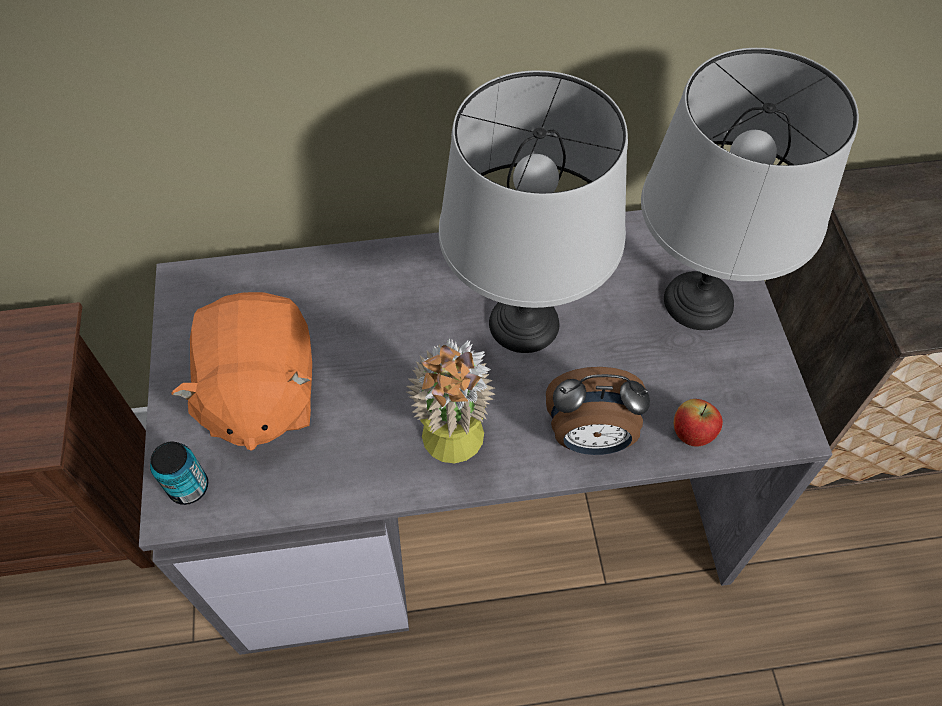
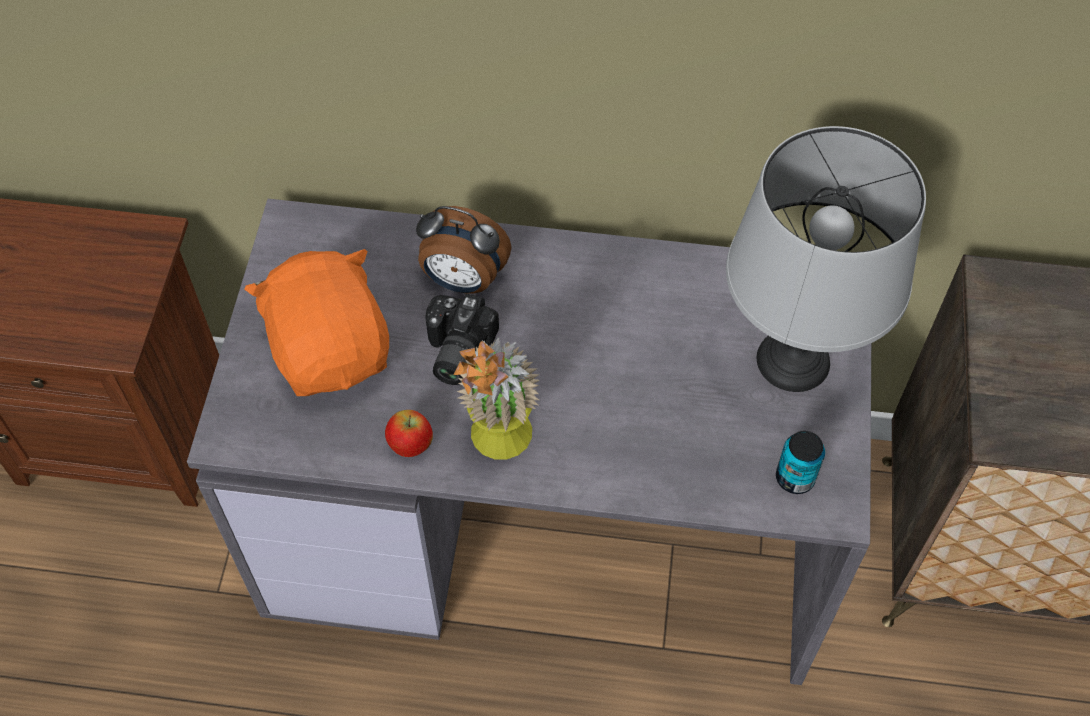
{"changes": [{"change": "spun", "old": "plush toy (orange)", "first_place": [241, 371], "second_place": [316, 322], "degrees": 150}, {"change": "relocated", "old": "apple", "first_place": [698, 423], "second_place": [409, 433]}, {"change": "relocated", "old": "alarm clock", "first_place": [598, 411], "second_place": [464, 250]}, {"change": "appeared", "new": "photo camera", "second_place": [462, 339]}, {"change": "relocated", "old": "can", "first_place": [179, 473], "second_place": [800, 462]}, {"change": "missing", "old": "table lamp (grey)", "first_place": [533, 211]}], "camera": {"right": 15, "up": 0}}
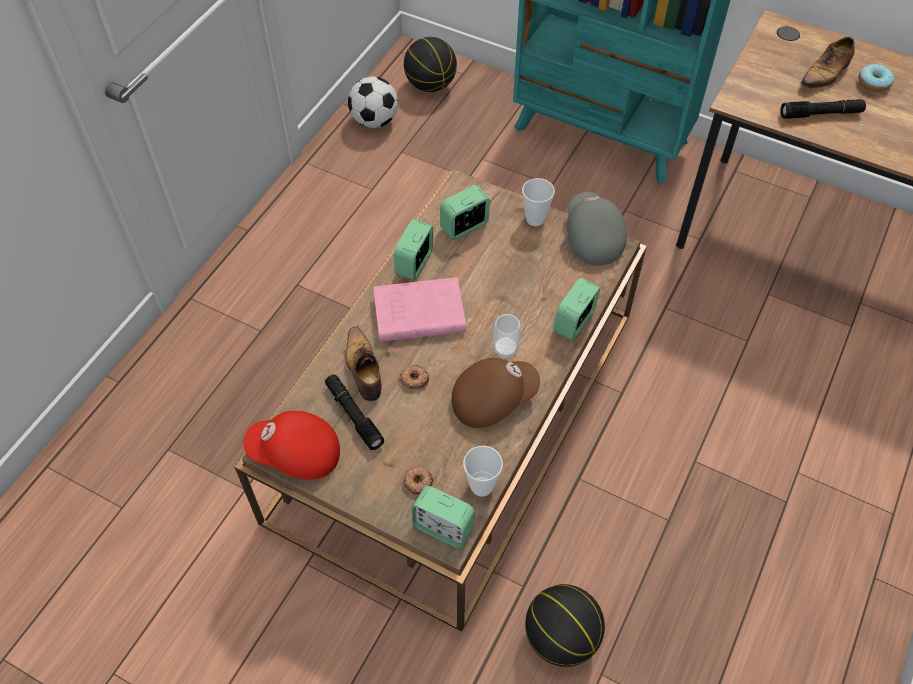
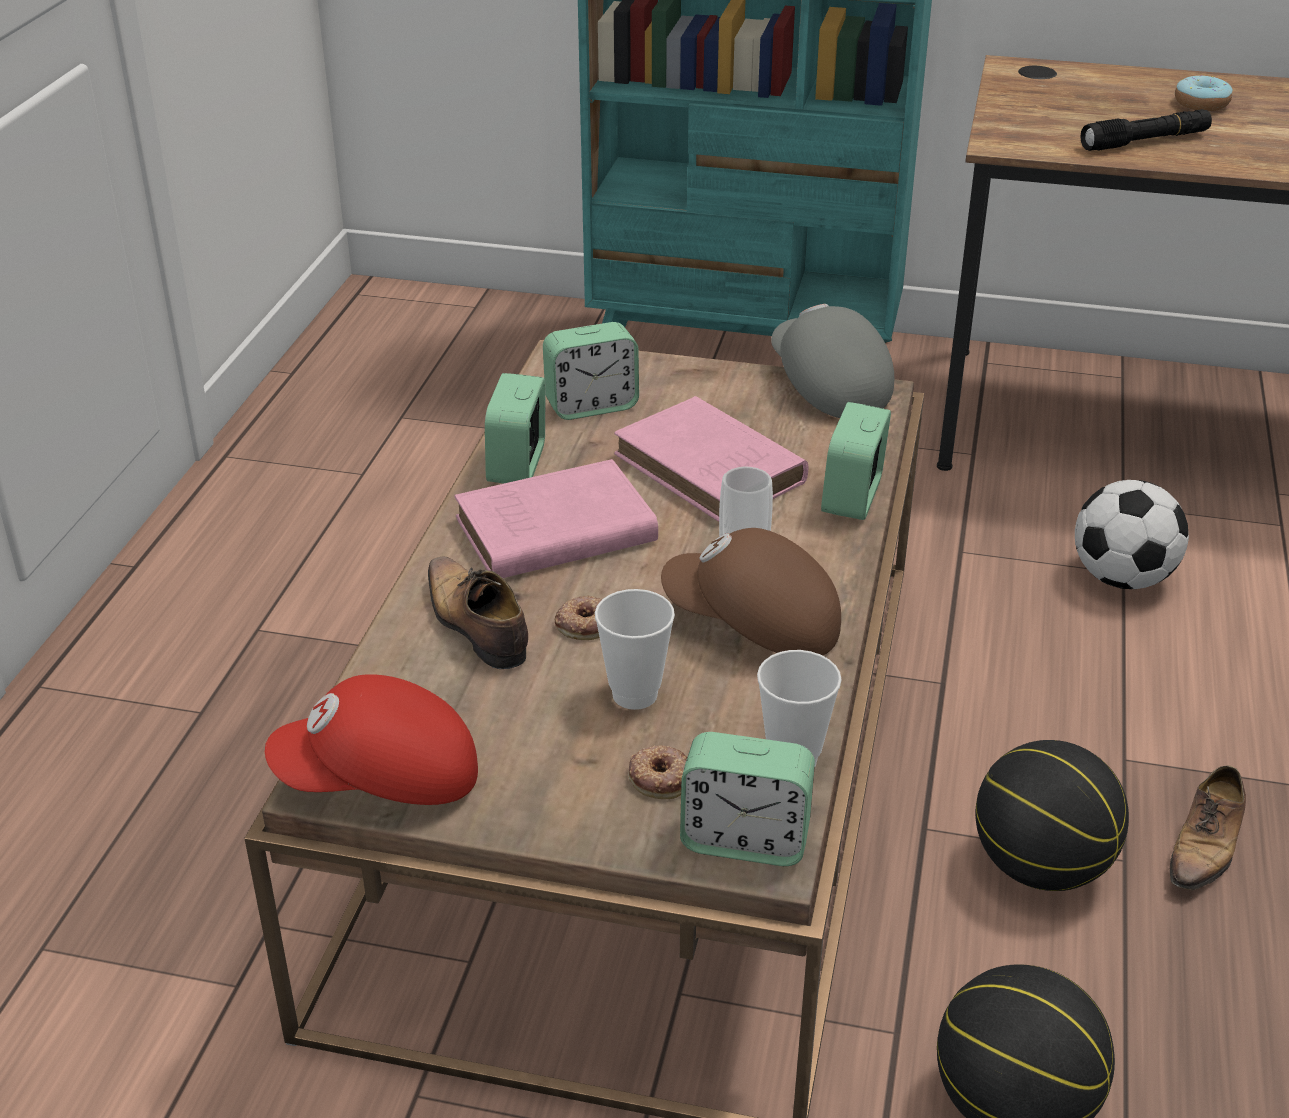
{"changes": [{"change": "spun", "old": "alarm clock", "first_place": [465, 212], "second_place": [591, 371], "degrees": -150}, {"change": "relocated", "old": "cup", "first_place": [538, 202], "second_place": [635, 649]}, {"change": "appeared", "new": "book (pink)", "second_place": [711, 459]}, {"change": "spun", "old": "cap (brown)", "first_place": [496, 393], "second_place": [751, 592], "degrees": -120}, {"change": "relocated", "old": "basketball", "first_place": [430, 64], "second_place": [1052, 815]}, {"change": "relocated", "old": "football", "first_place": [373, 102], "second_place": [1132, 534]}, {"change": "relocated", "old": "shoe", "first_place": [828, 62], "second_place": [1208, 831]}, {"change": "missing", "old": "flashlight (black)", "first_place": [354, 412]}], "camera": {"right": -15, "up": -20}}
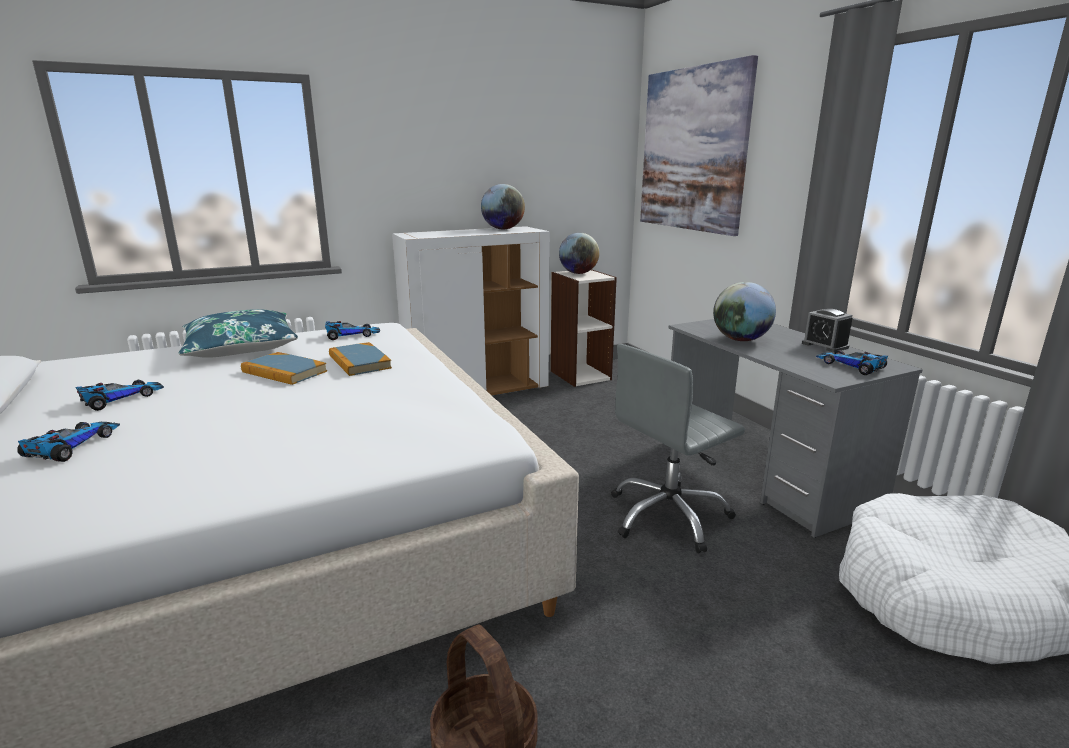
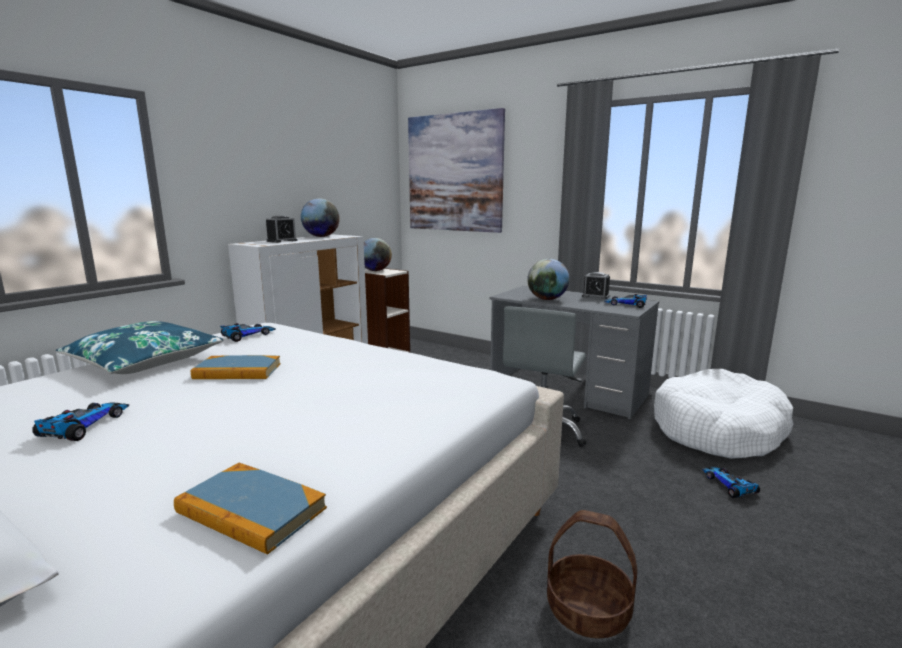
{"changes": [{"change": "relocated", "old": "book", "first_place": [360, 359], "second_place": [250, 509]}, {"change": "appeared", "new": "alarm clock", "second_place": [281, 229]}, {"change": "relocated", "old": "toy car", "first_place": [68, 442], "second_place": [731, 482]}], "camera": {"right": -30, "up": -5}}
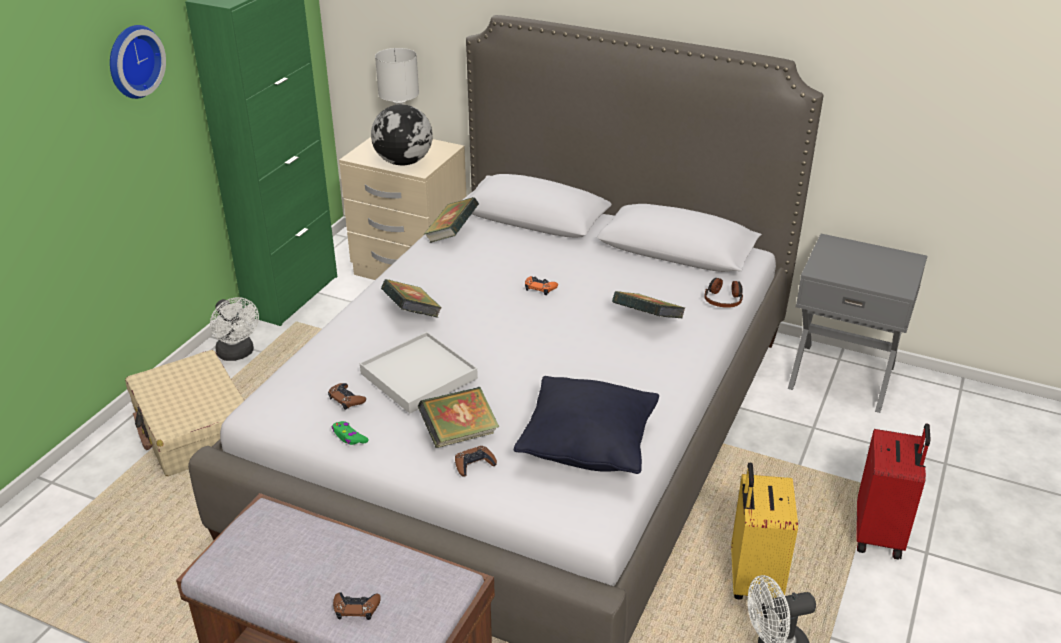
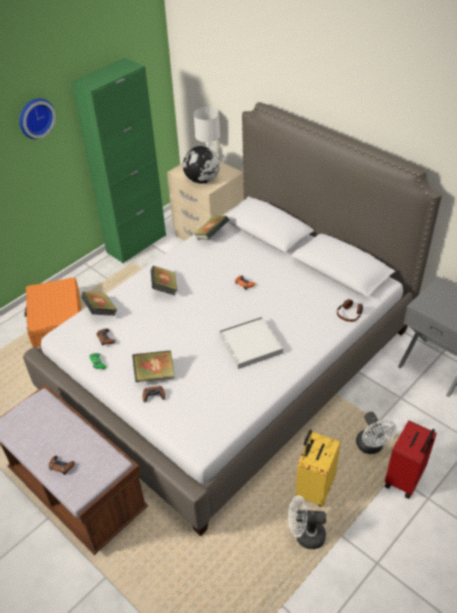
{"changes": [{"change": "colour", "old": "suitcase (beige)", "new": "suitcase (orange)", "first_place": [185, 413], "second_place": [52, 312]}, {"change": "relocated", "old": "book", "first_place": [648, 304], "second_place": [99, 304]}, {"change": "relocated", "old": "tray (white)", "first_place": [419, 373], "second_place": [251, 343]}, {"change": "relocated", "old": "fan (white)", "first_place": [234, 329], "second_place": [376, 433]}, {"change": "missing", "old": "pillow (black)", "first_place": [586, 425]}], "camera": {"right": 20, "up": 10}}
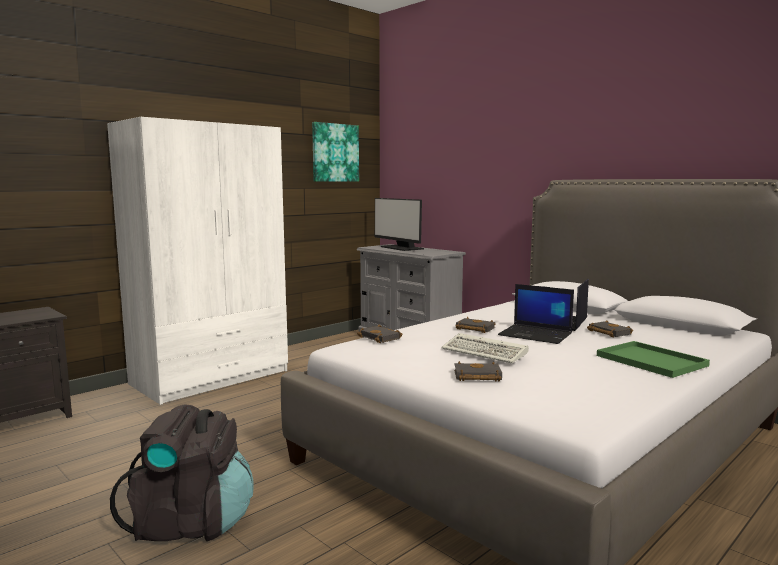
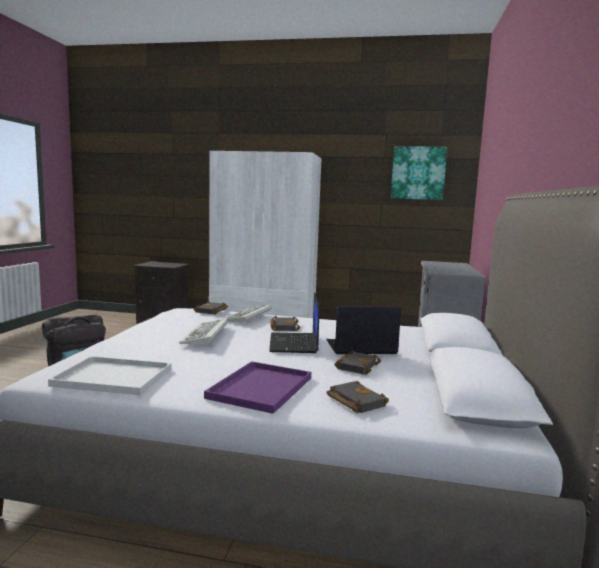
{"changes": [{"change": "appeared", "new": "tray (white)", "second_place": [110, 375]}, {"change": "colour", "old": "tray (green)", "new": "tray (purple)", "first_place": [653, 359], "second_place": [257, 387]}, {"change": "appeared", "new": "keyboard", "second_place": [247, 314]}, {"change": "relocated", "old": "book (black)", "first_place": [478, 371], "second_place": [357, 397]}, {"change": "missing", "old": "monitor", "first_place": [399, 224]}], "camera": {"right": 55, "up": 0}}
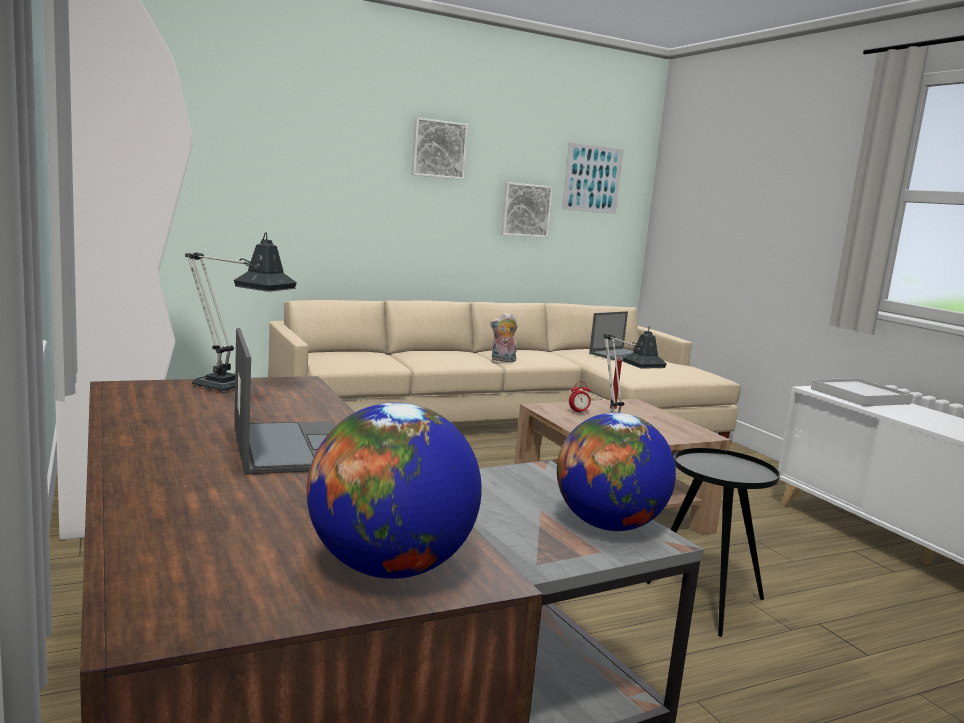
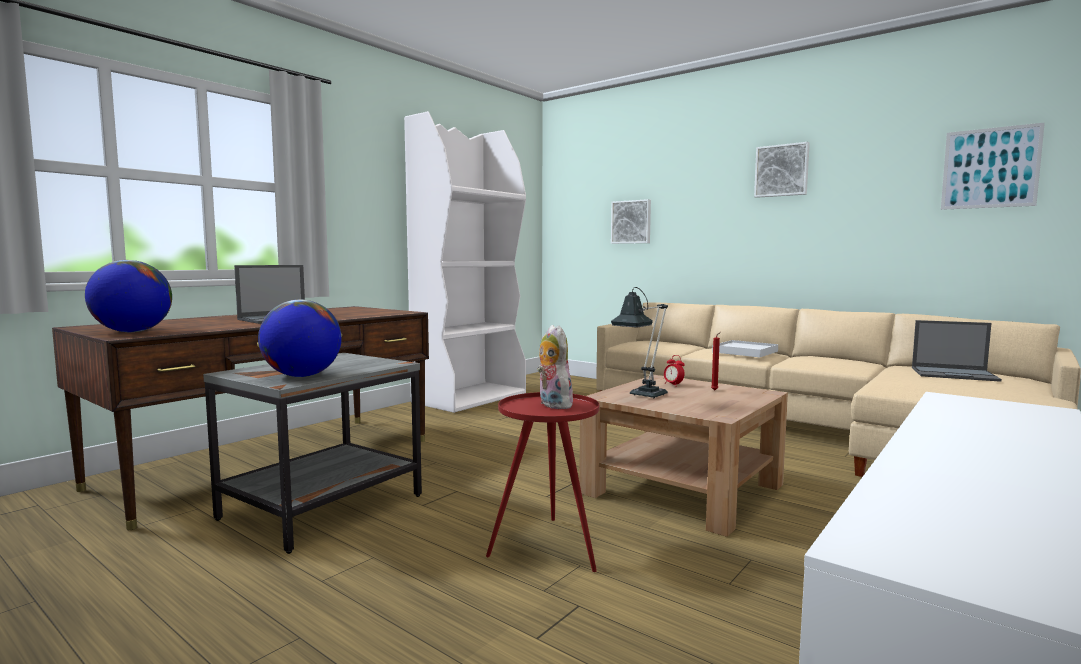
{"changes": [{"change": "colour", "old": "side table (black)", "new": "side table (red)", "first_place": [713, 542], "second_place": [542, 482]}, {"change": "relocated", "old": "plush toy", "first_place": [504, 337], "second_place": [555, 367]}, {"change": "relocated", "old": "picture", "first_place": [527, 210], "second_place": [631, 221]}, {"change": "relocated", "old": "tray (white)", "first_place": [862, 392], "second_place": [745, 348]}, {"change": "missing", "old": "table lamp", "first_place": [241, 312]}], "camera": {"right": 65, "up": -5}}
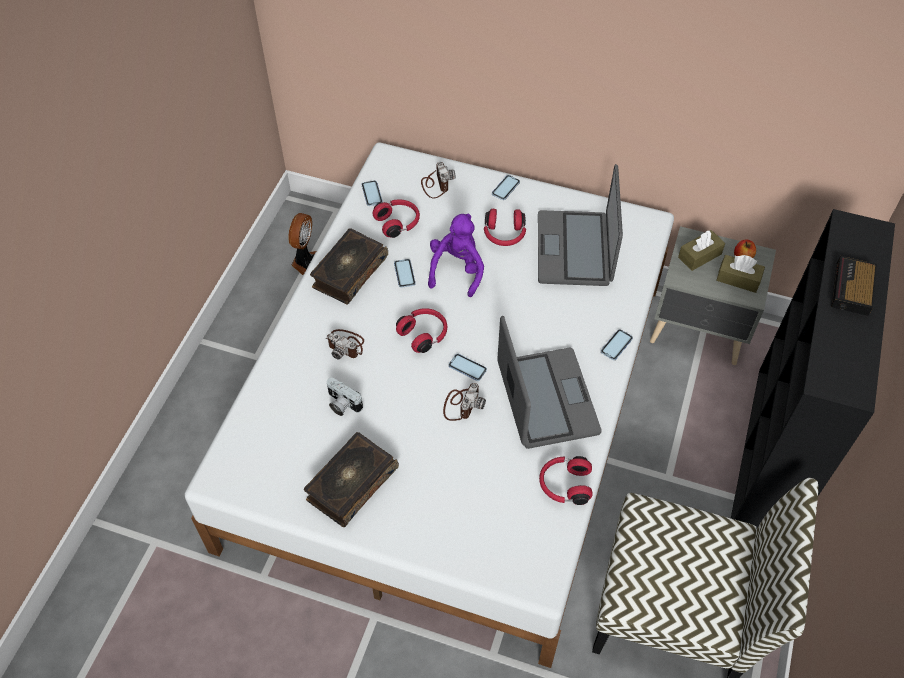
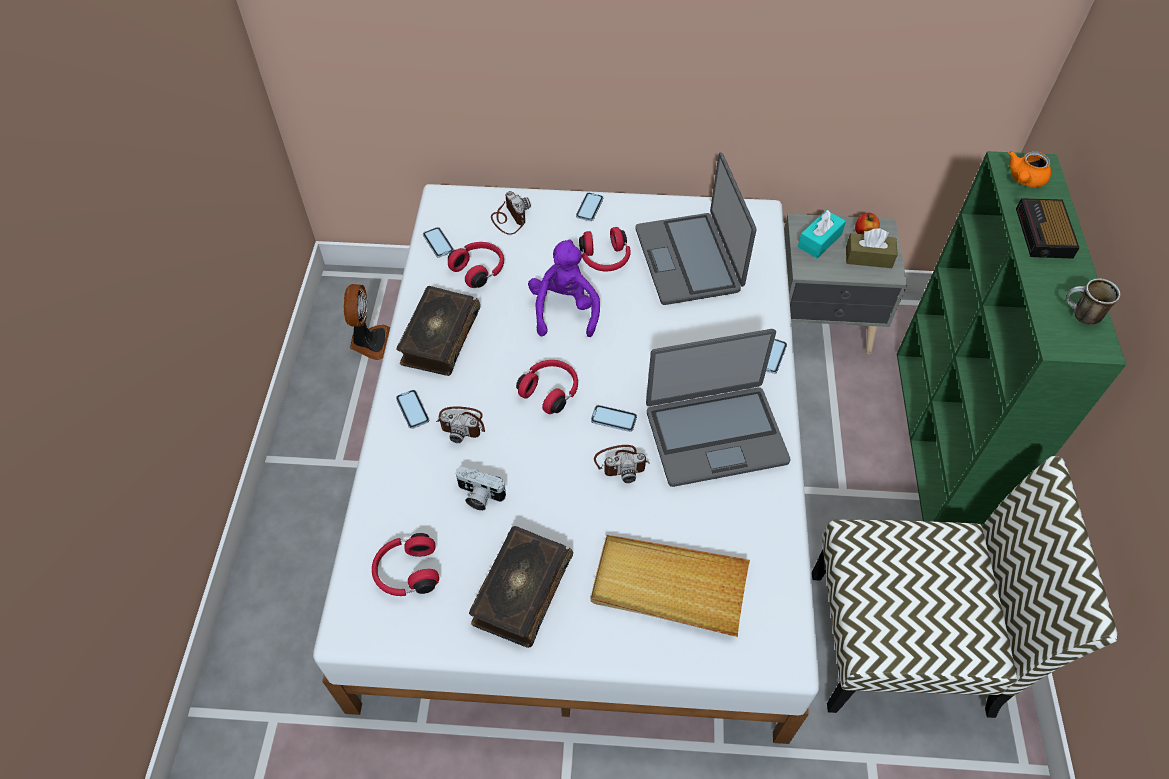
{"changes": [{"change": "relocated", "old": "headphones (red)", "first_place": [566, 480], "second_place": [405, 564]}, {"change": "relocated", "old": "phone", "first_place": [405, 273], "second_place": [412, 409]}, {"change": "appeared", "new": "tray (beige)", "second_place": [670, 586]}, {"change": "spun", "old": "photo camera", "first_place": [464, 402], "second_place": [622, 464], "degrees": 75}, {"change": "spun", "old": "laptop", "first_place": [549, 382], "second_place": [718, 408], "degrees": 105}, {"change": "colour", "old": "tissue box (brown)", "new": "tissue box (turquoise)", "first_place": [701, 250], "second_place": [822, 234]}, {"change": "colour", "old": "bookcase (black)", "new": "bookcase (green)", "first_place": [813, 368], "second_place": [1011, 338]}, {"change": "appeared", "new": "teapot (orange)", "second_place": [1029, 169]}, {"change": "appeared", "new": "mug", "second_place": [1093, 301]}], "camera": {"right": -15, "up": 0}}
